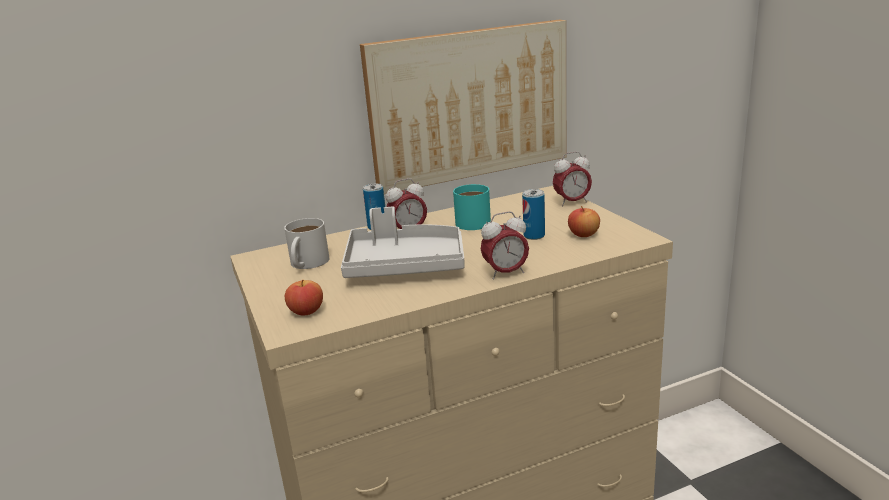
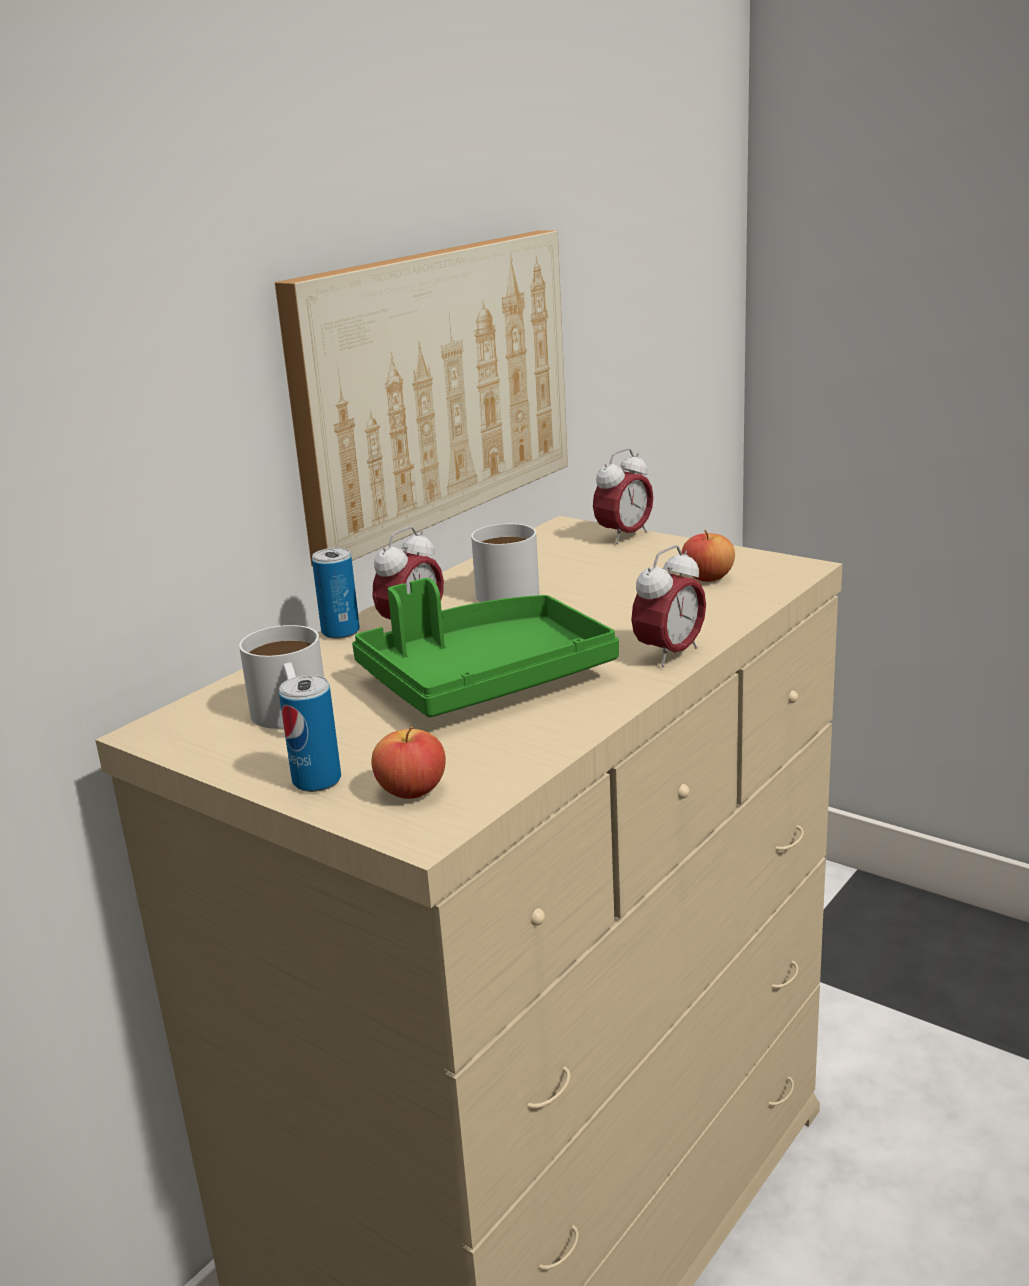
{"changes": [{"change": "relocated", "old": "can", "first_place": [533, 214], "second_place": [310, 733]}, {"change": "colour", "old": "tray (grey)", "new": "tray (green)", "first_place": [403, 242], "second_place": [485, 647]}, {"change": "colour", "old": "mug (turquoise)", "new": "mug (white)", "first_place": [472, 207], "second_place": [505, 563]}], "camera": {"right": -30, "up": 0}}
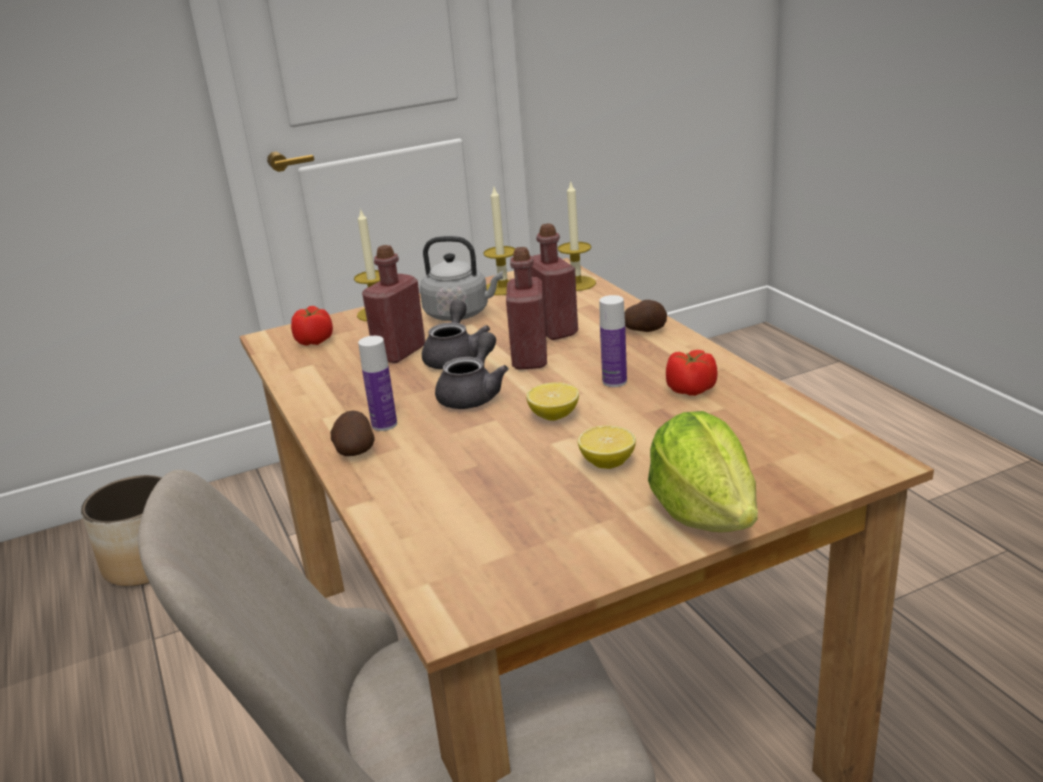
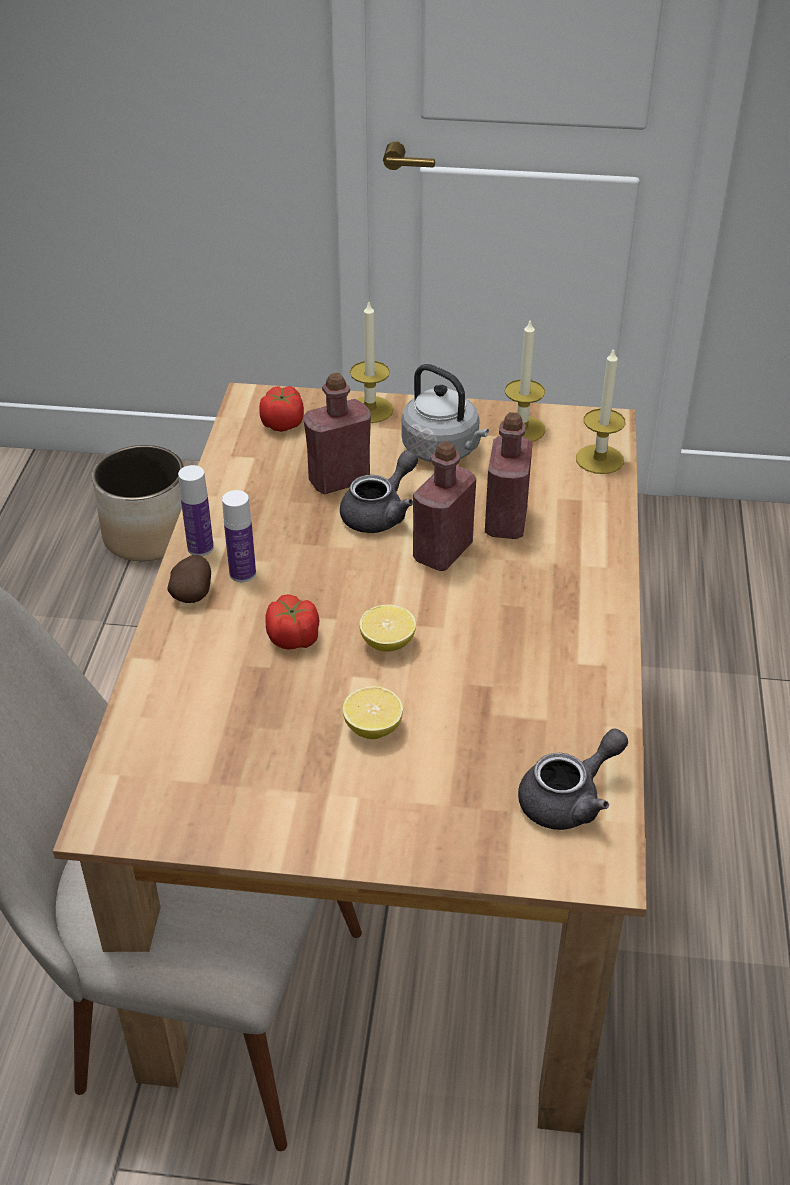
{"changes": [{"change": "relocated", "old": "bottle", "first_place": [613, 341], "second_place": [196, 510]}, {"change": "relocated", "old": "tomato", "first_place": [692, 373], "second_place": [292, 622]}, {"change": "relocated", "old": "teapot (grey)", "first_place": [471, 370], "second_place": [573, 779]}, {"change": "missing", "old": "potato", "first_place": [646, 316]}, {"change": "missing", "old": "lettuce", "first_place": [703, 471]}], "camera": {"right": 30, "up": 15}}
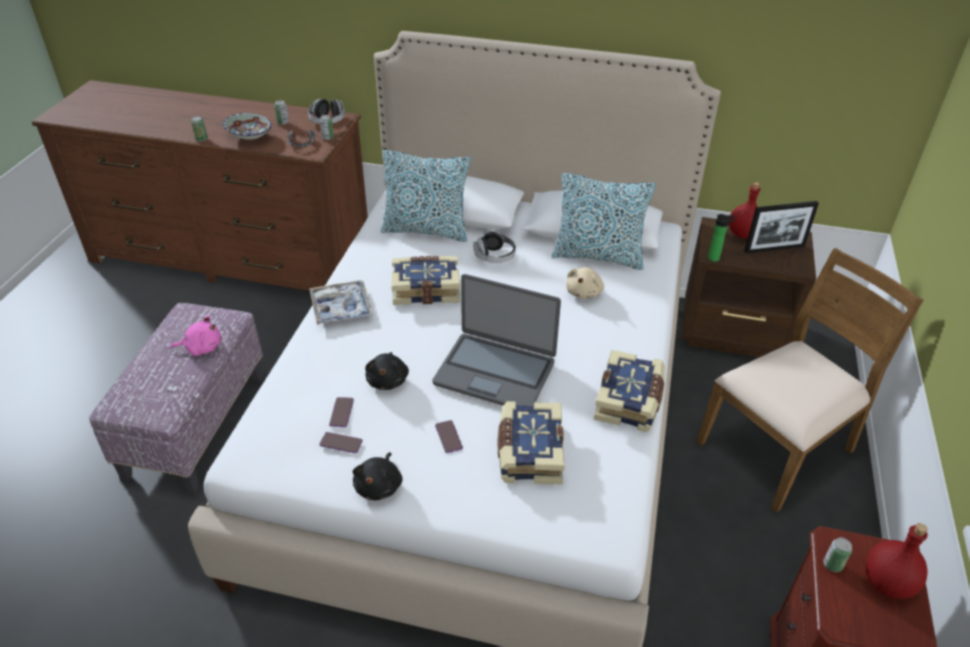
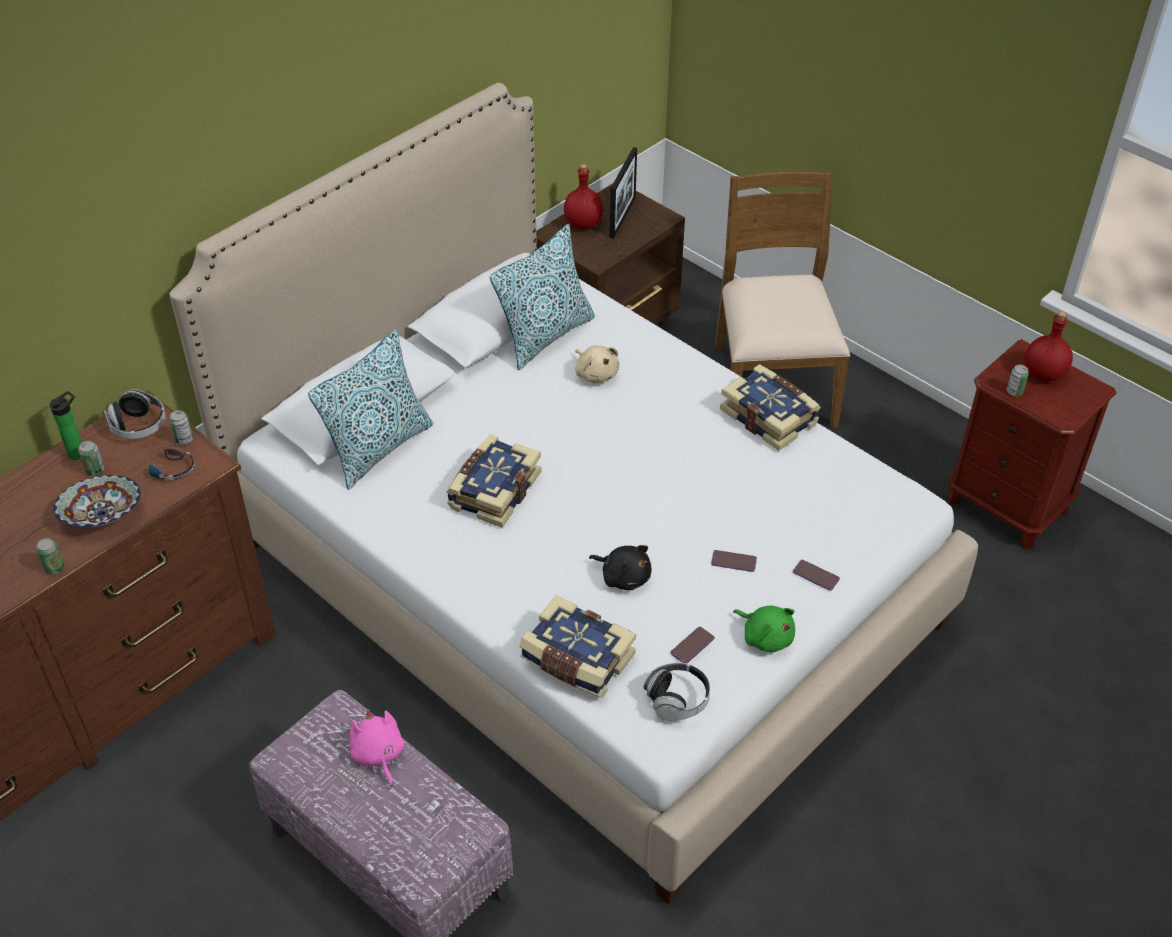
{"changes": [{"change": "relocated", "old": "bottle", "first_place": [721, 238], "second_place": [66, 425]}, {"change": "spun", "old": "plush toy (pink)", "first_place": [195, 336], "second_place": [377, 748], "degrees": -45}, {"change": "relocated", "old": "book", "first_place": [531, 442], "second_place": [578, 646]}, {"change": "relocated", "old": "headphones", "first_place": [494, 246], "second_place": [677, 692]}, {"change": "colour", "old": "plush toy (black)", "new": "plush toy (green)", "first_place": [378, 476], "second_place": [764, 629]}, {"change": "relocated", "old": "phone", "first_place": [341, 412], "second_place": [816, 575]}, {"change": "missing", "old": "tray", "first_place": [341, 302]}, {"change": "missing", "old": "laptop", "first_place": [496, 340]}], "camera": {"right": -60, "up": 5}}
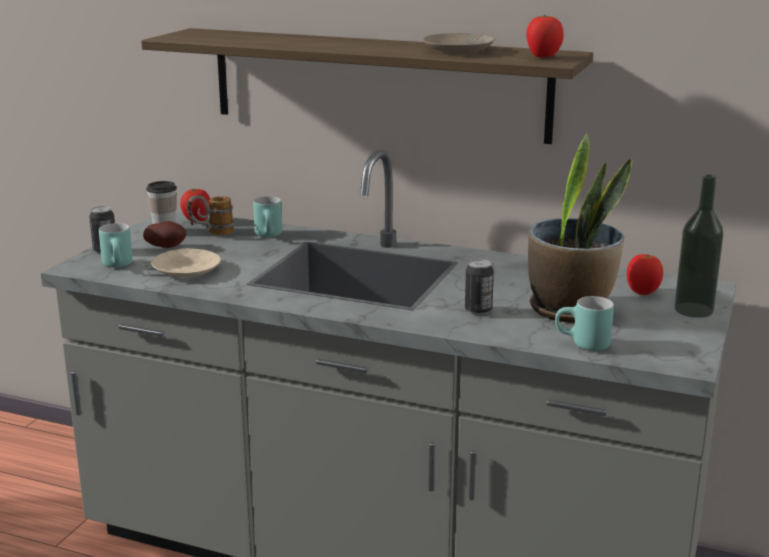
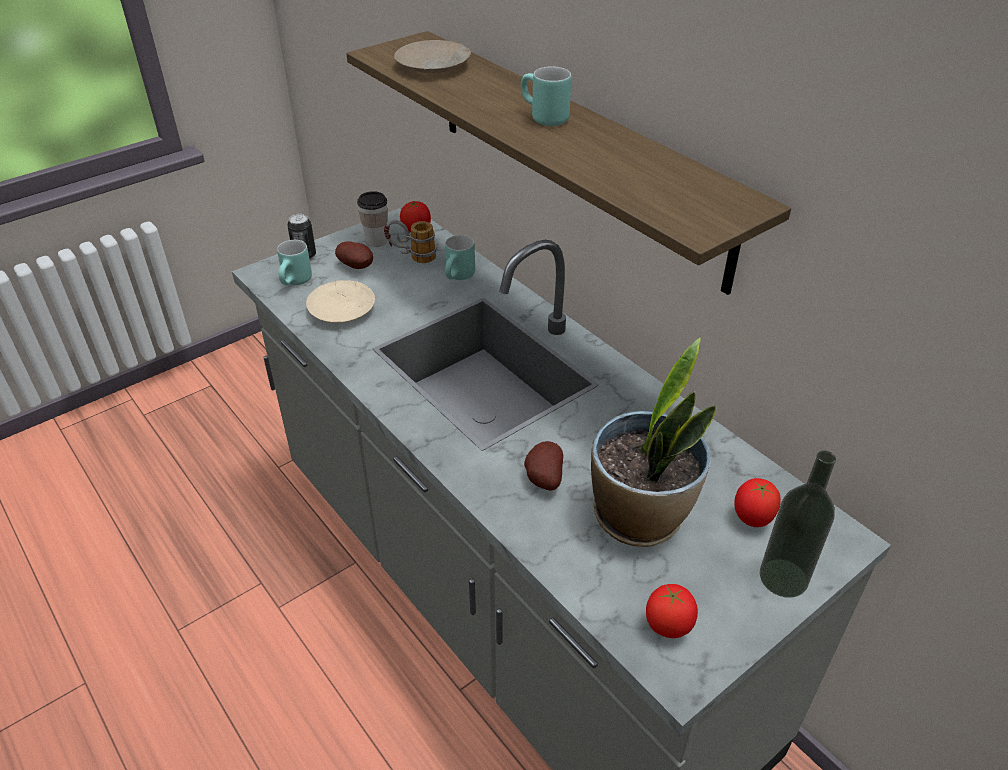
{"changes": [{"change": "relocated", "old": "plate (beige)", "first_place": [459, 43], "second_place": [432, 57]}, {"change": "relocated", "old": "mug (turquoise)", "first_place": [584, 323], "second_place": [546, 96]}, {"change": "exchanged", "old": "can", "new": "potato", "first_place": [479, 287], "second_place": [543, 466]}, {"change": "relocated", "old": "tomato", "first_place": [545, 36], "second_place": [672, 611]}], "camera": {"right": 30, "up": 20}}
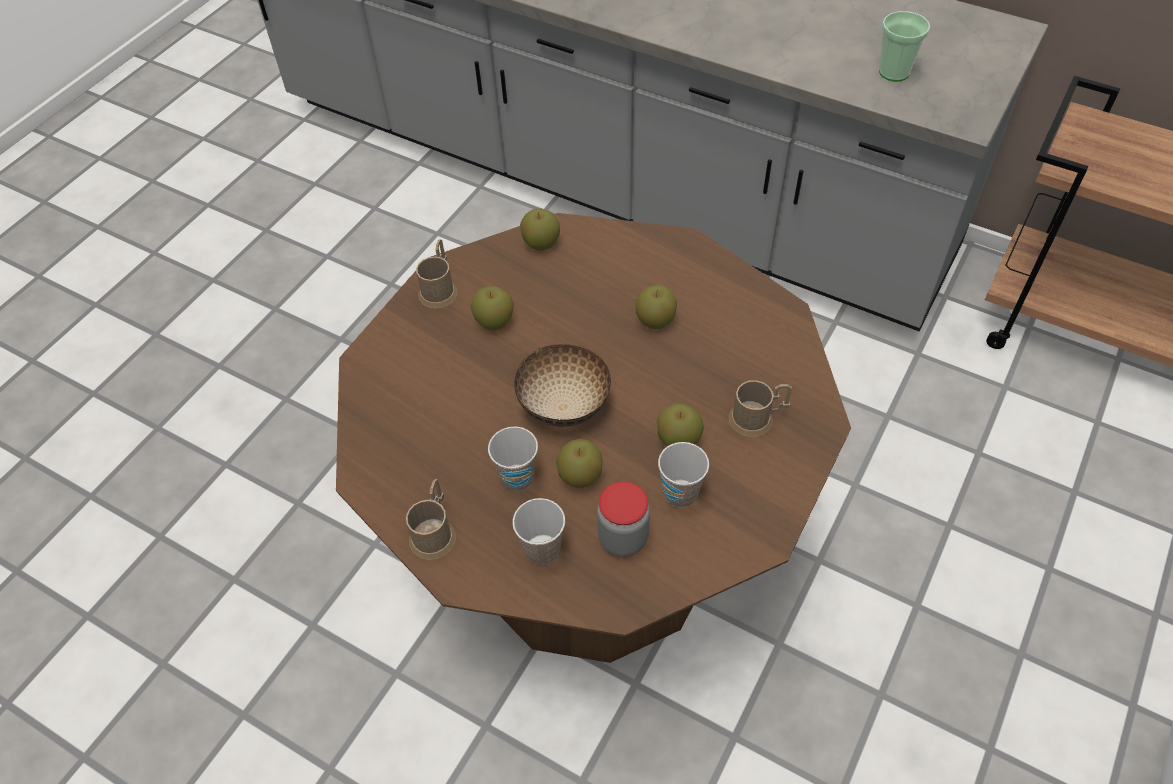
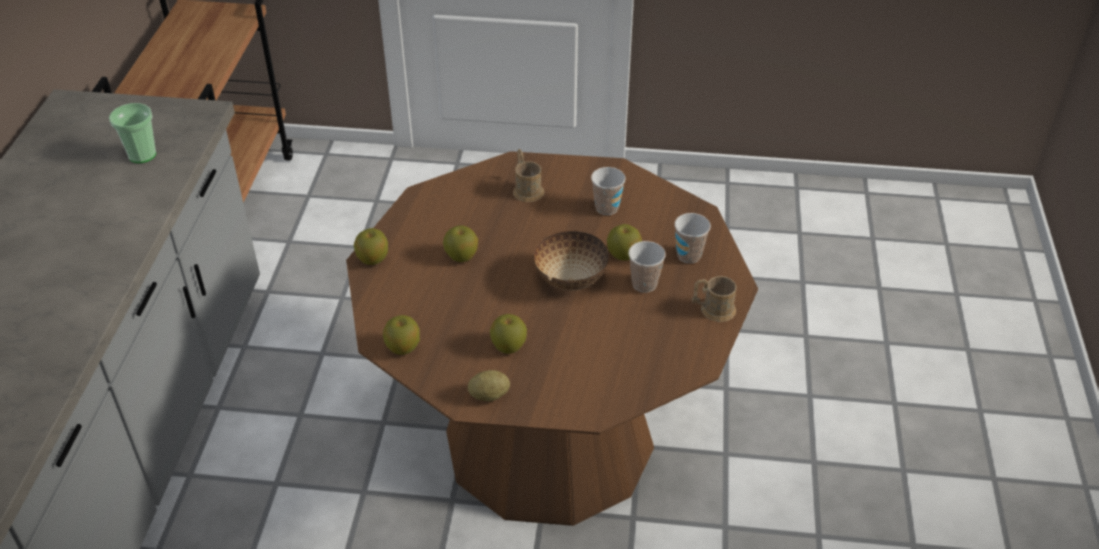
{"changes": [{"change": "relocated", "old": "apple", "first_place": [680, 424], "second_place": [371, 246]}, {"change": "exchanged", "old": "mug (brown)", "new": "potato", "first_place": [437, 274], "second_place": [489, 385]}, {"change": "missing", "old": "jar", "first_place": [623, 519]}], "camera": {"right": -115, "up": -10}}
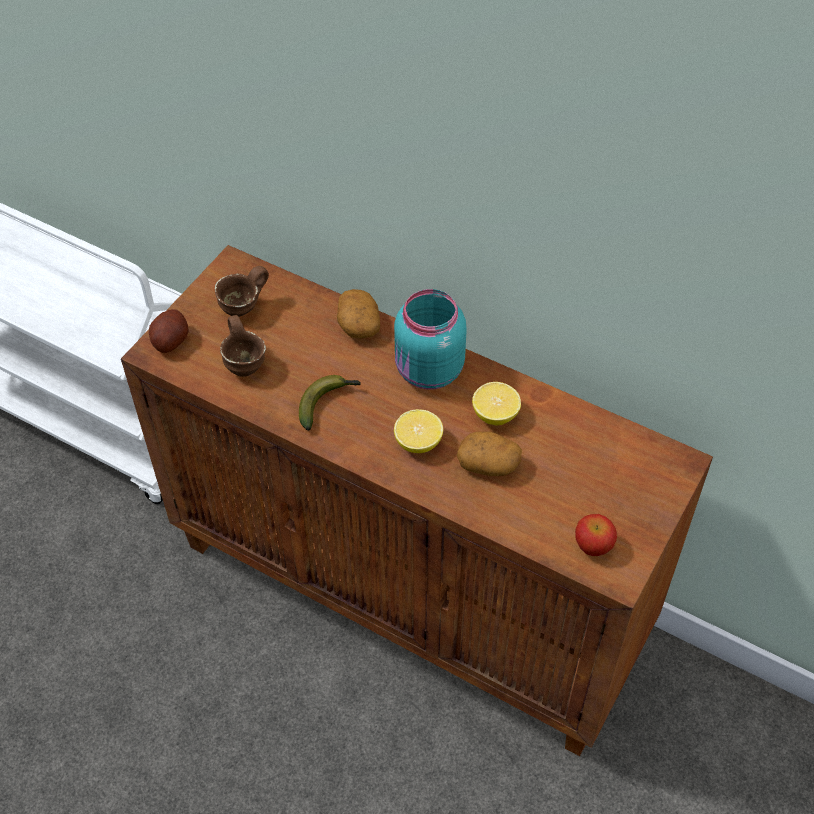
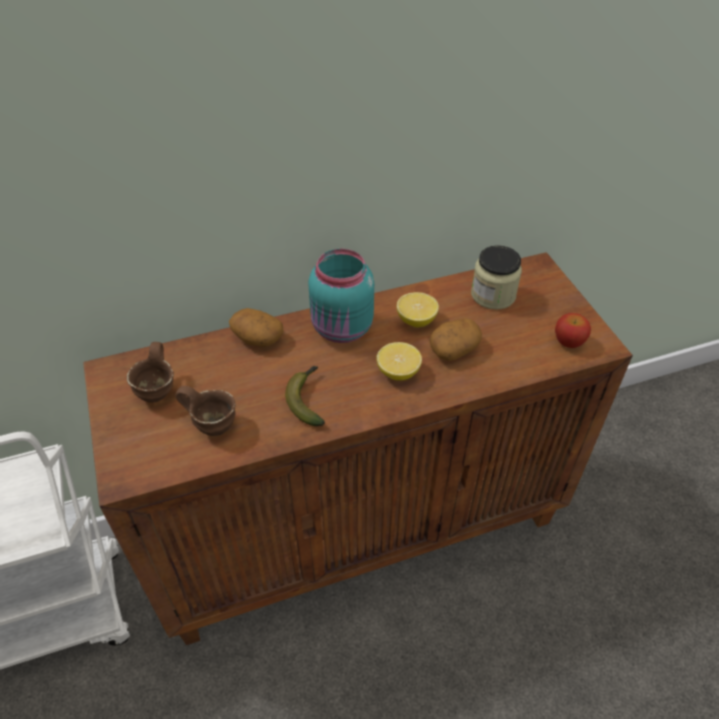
{"changes": [{"change": "appeared", "new": "jar", "second_place": [496, 277]}, {"change": "missing", "old": "potato", "first_place": [169, 331]}], "camera": {"right": -50, "up": -5}}
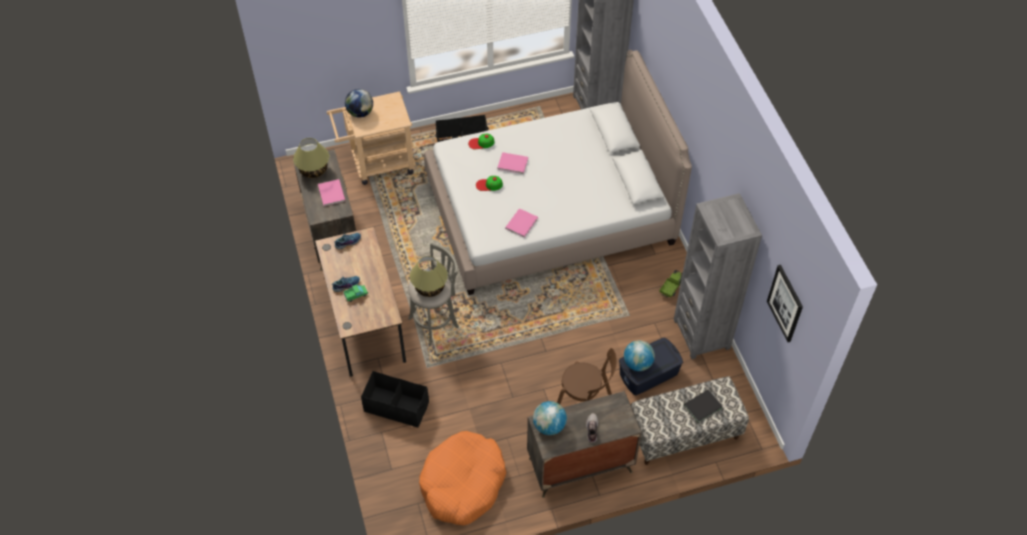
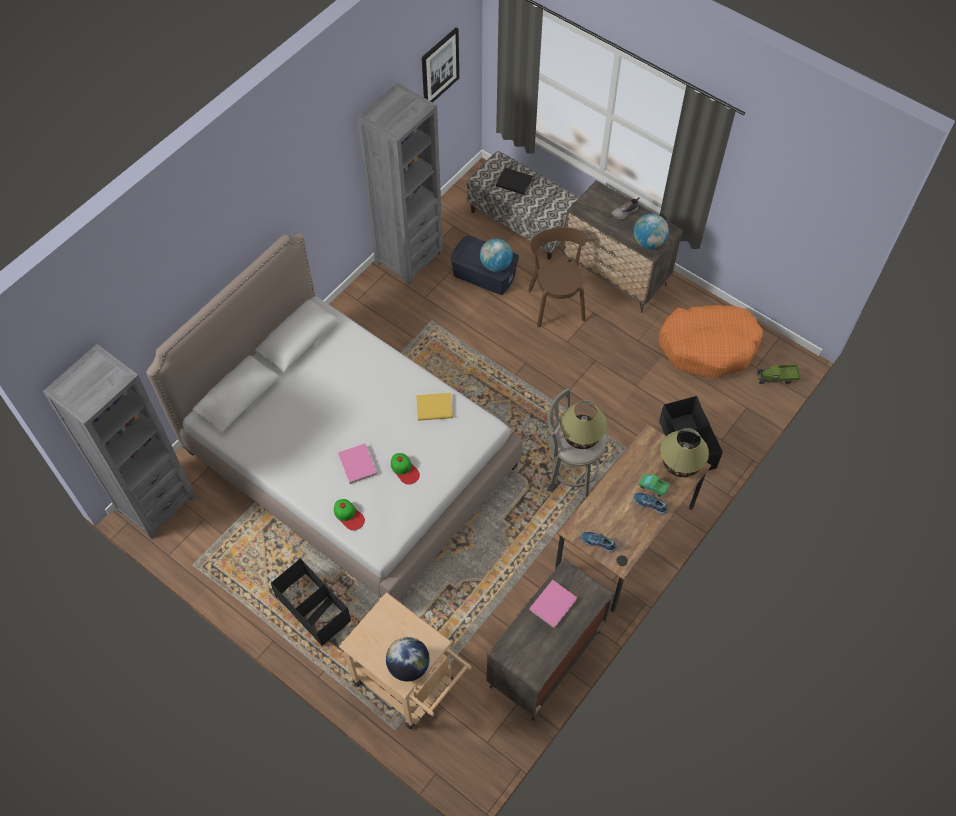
{"changes": [{"change": "colour", "old": "book (pink)", "new": "book (yellow)", "first_place": [521, 223], "second_place": [434, 407]}, {"change": "relocated", "old": "table lamp", "first_place": [311, 158], "second_place": [684, 452]}, {"change": "relocated", "old": "toy truck", "first_place": [671, 284], "second_place": [778, 374]}], "camera": {"right": -125, "up": 5}}
